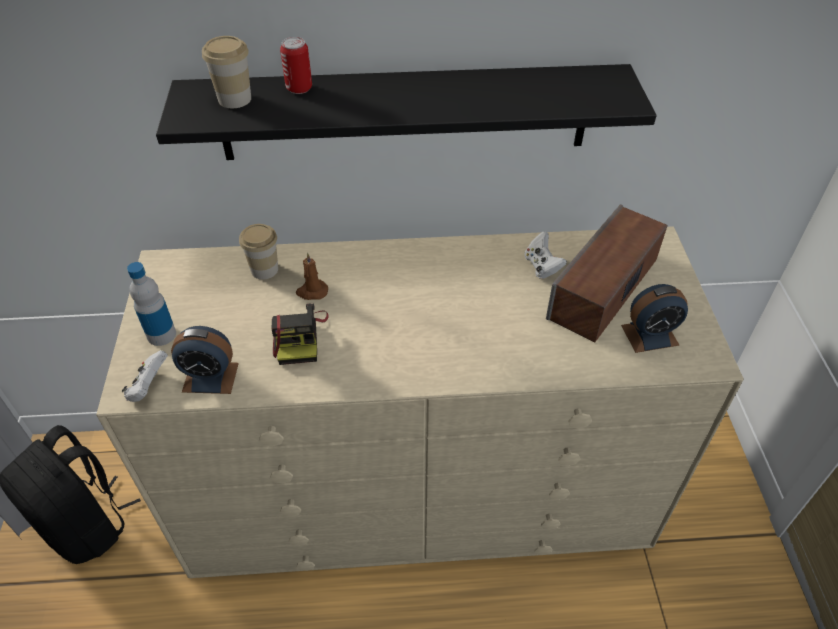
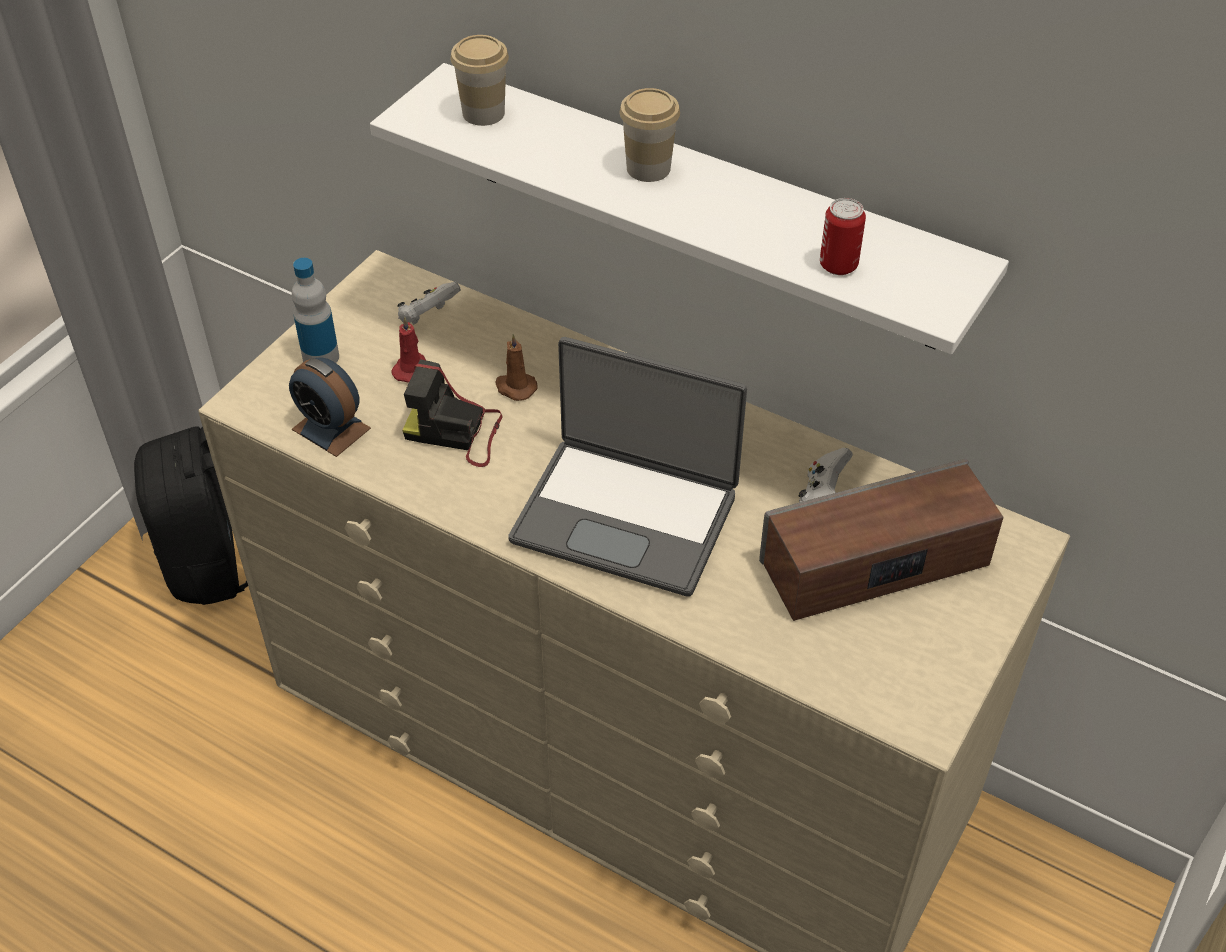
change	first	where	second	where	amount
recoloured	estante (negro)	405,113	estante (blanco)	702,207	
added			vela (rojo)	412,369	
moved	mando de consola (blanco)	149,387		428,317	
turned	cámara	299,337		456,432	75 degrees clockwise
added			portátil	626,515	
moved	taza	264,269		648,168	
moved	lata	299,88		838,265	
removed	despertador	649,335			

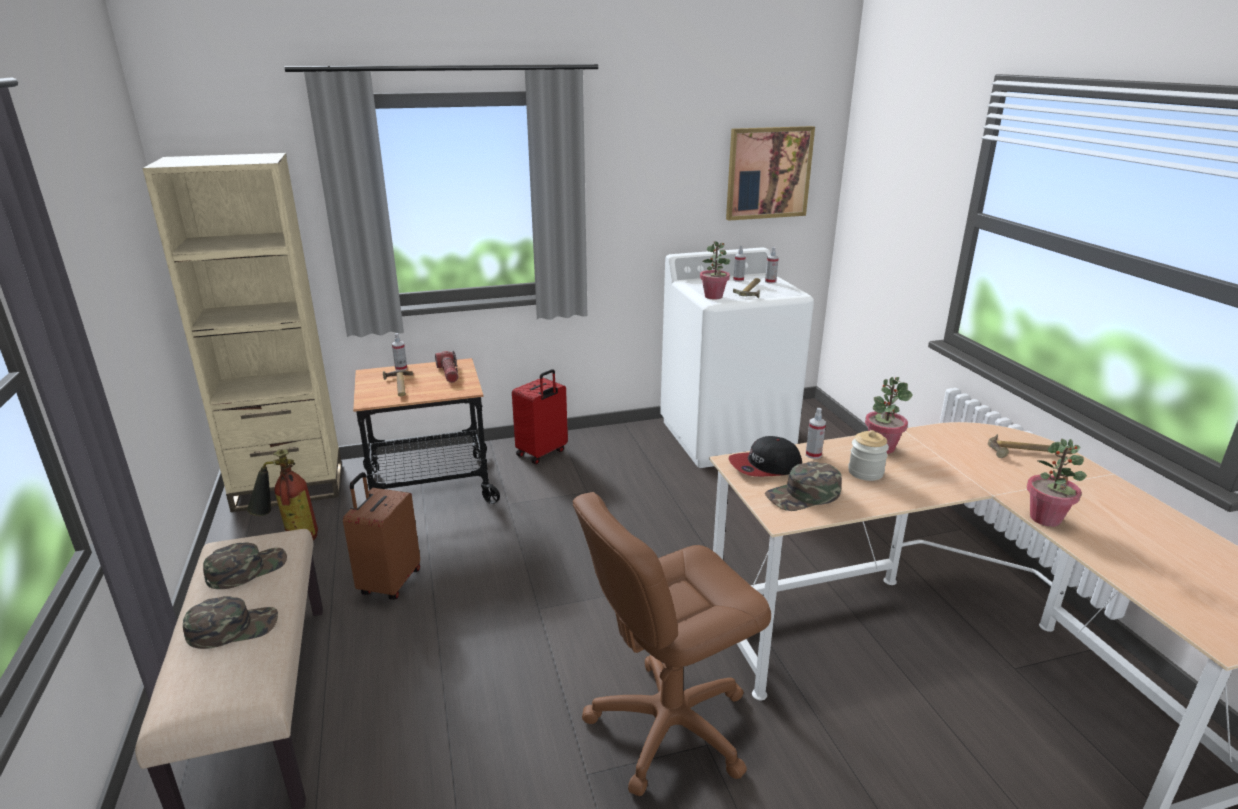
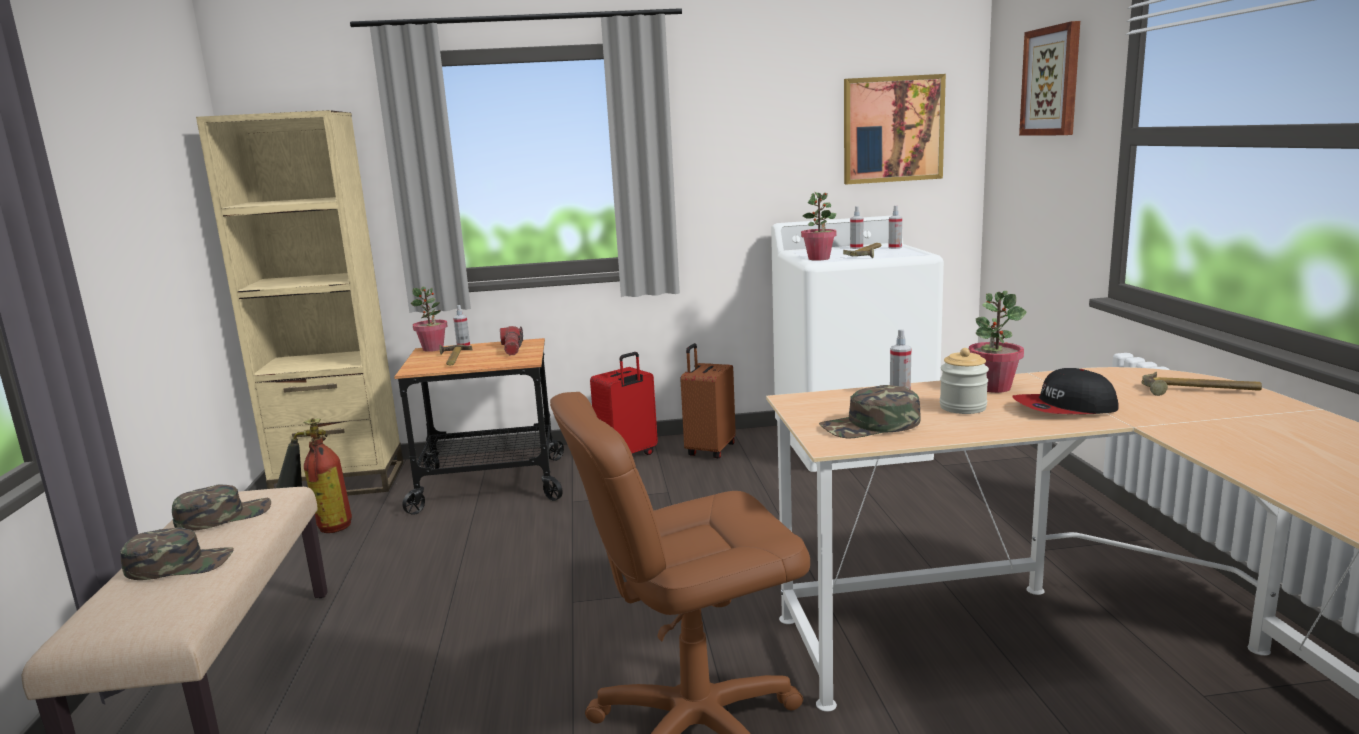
change	first	where	second	where	amount
moved	planta en maceta	1045,518		433,349	
moved	maleta (marrón)	389,583		709,450	
moved	gorra	765,466		1064,408	
added			cuadro	1052,81	

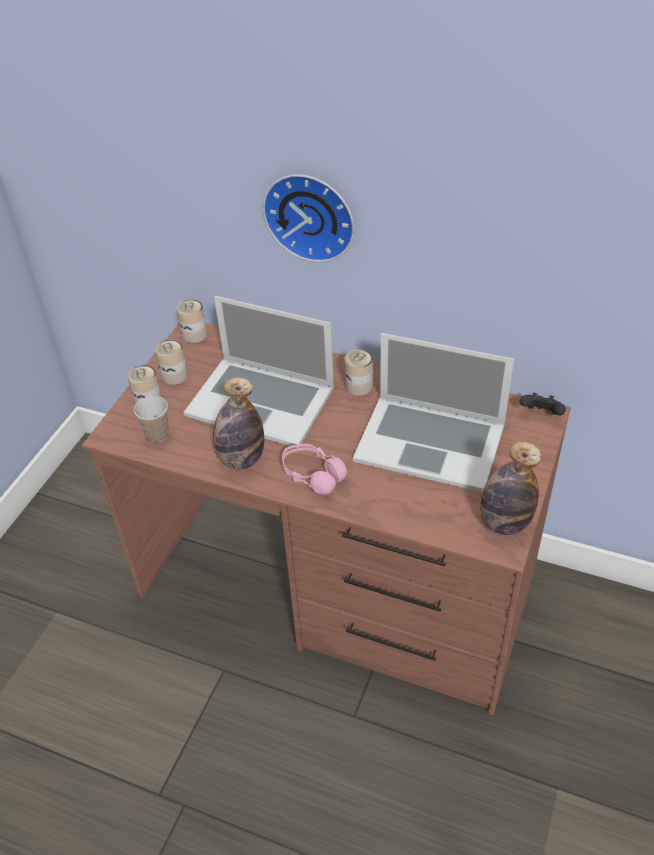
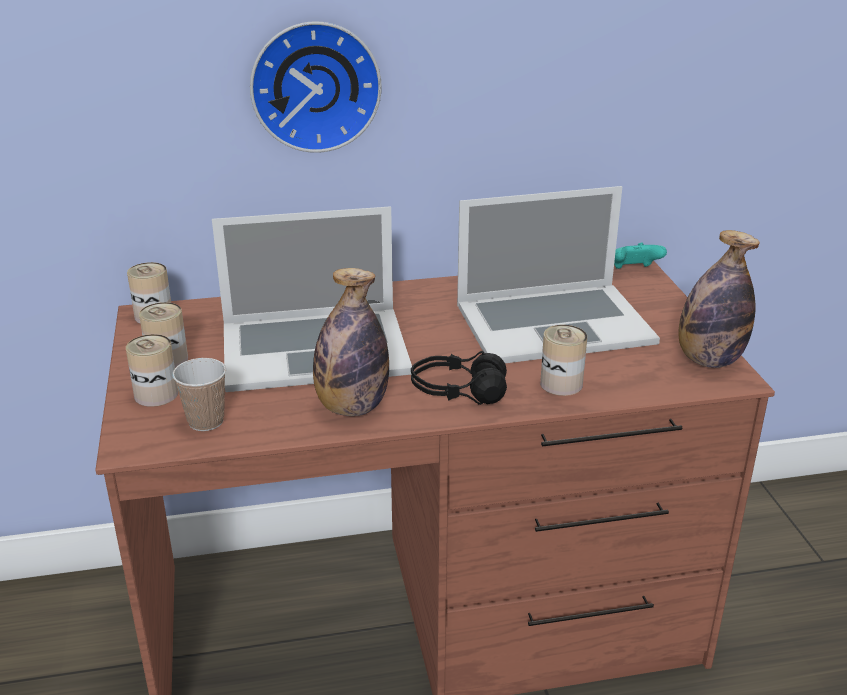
change	first	where	second	where	amount
recoloured	auriculares (rosa)	312,475	auriculares (negro)	458,392	
moved	lata	359,386		561,384	
recoloured	mando de consola (negro)	541,414	mando de consola (turquesa)	634,271	

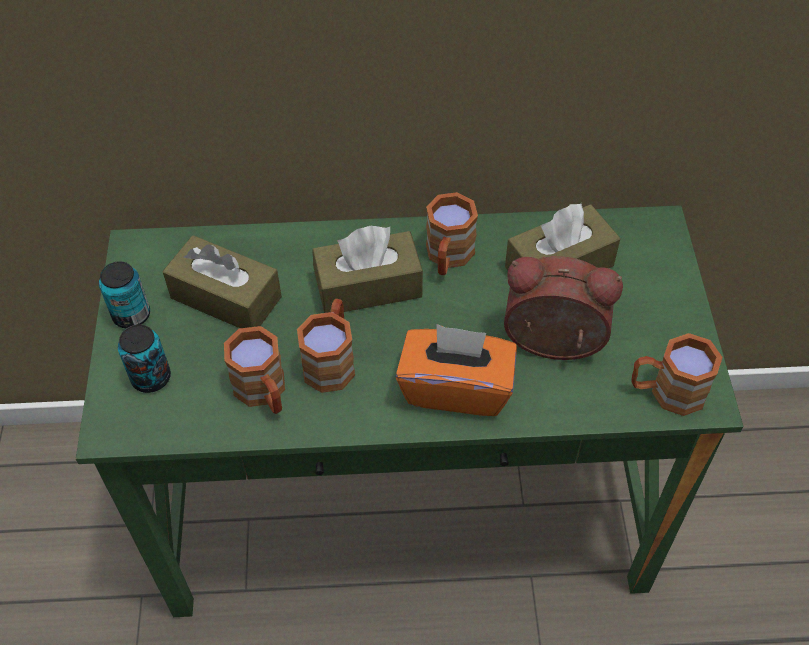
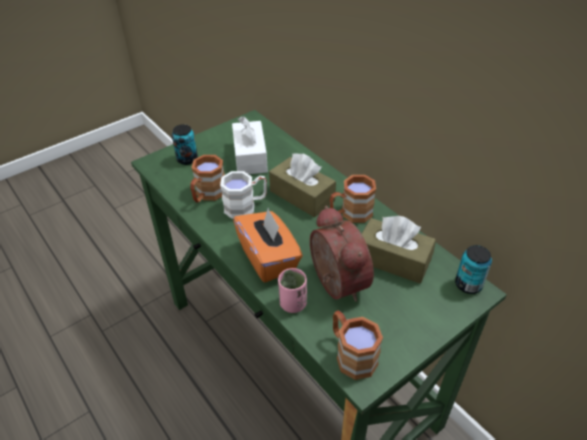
change	first	where	second	where	amount
recoloured	taza grande (marrón)	332,360	taza grande (blanco)	246,206	
recoloured	caja de pañuelos (marrón)	226,297	caja de pañuelos (blanco)	250,157	
added			taza (rosa)	293,304	
moved	lata	131,315		468,284	

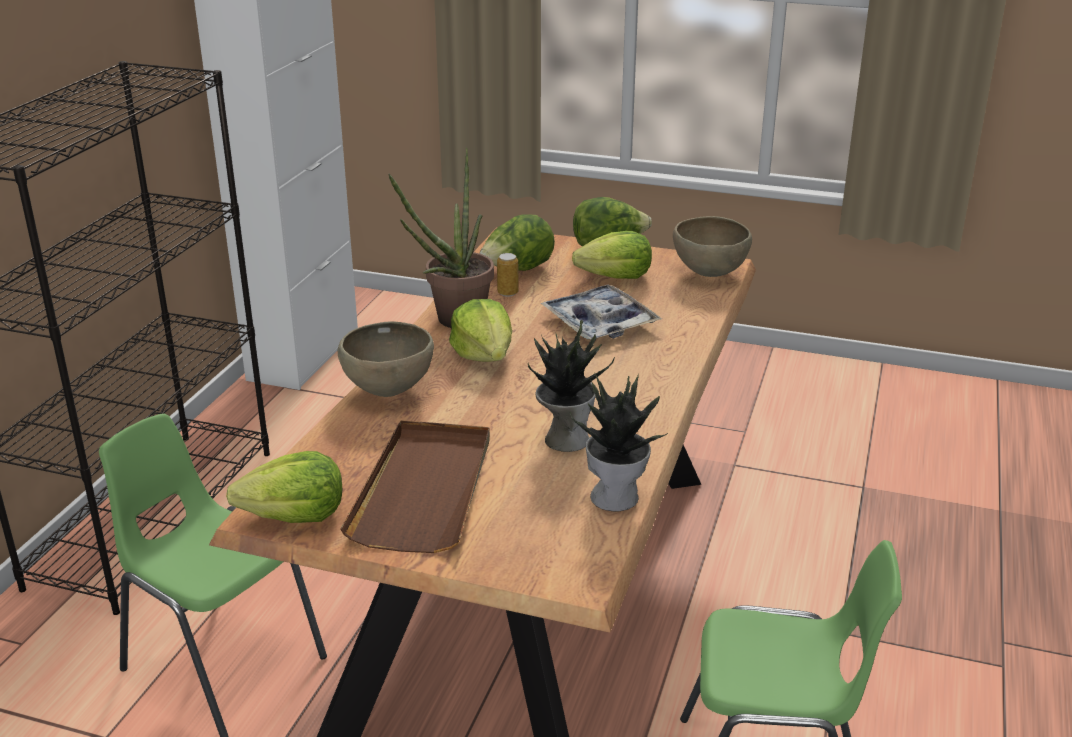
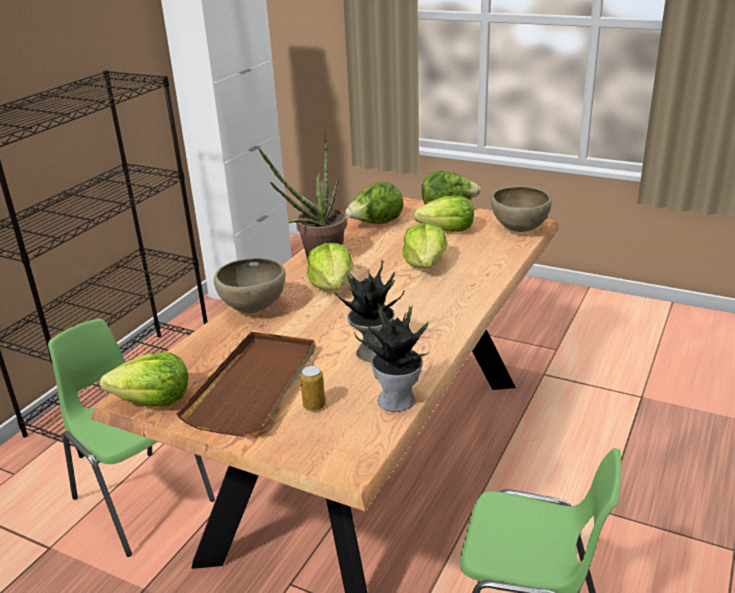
change	first	where	second	where	amount
moved	lata	508,293		314,405	
replaced	bandeja	600,323	lechuga	425,264	

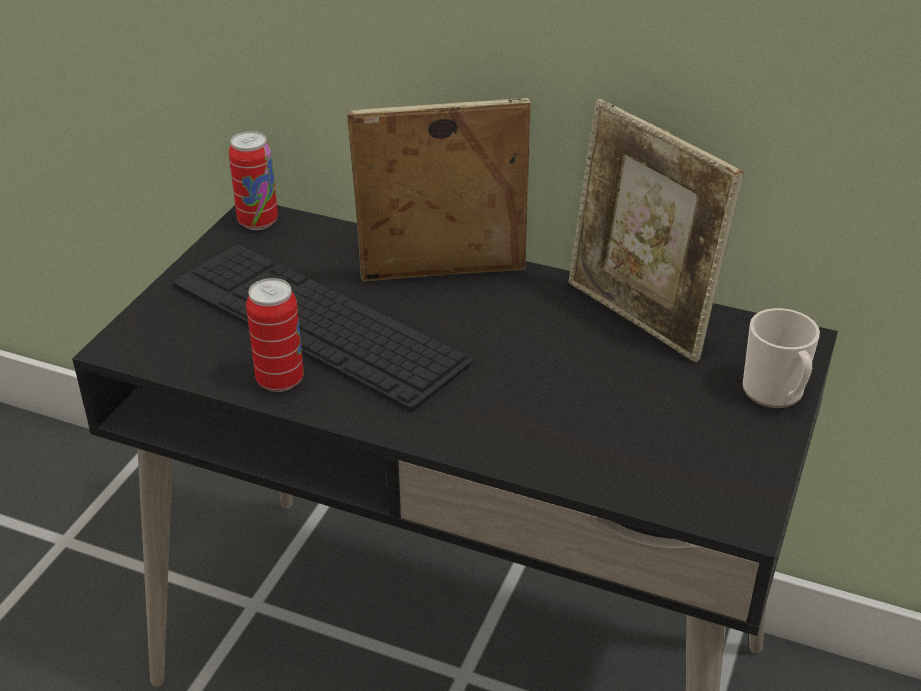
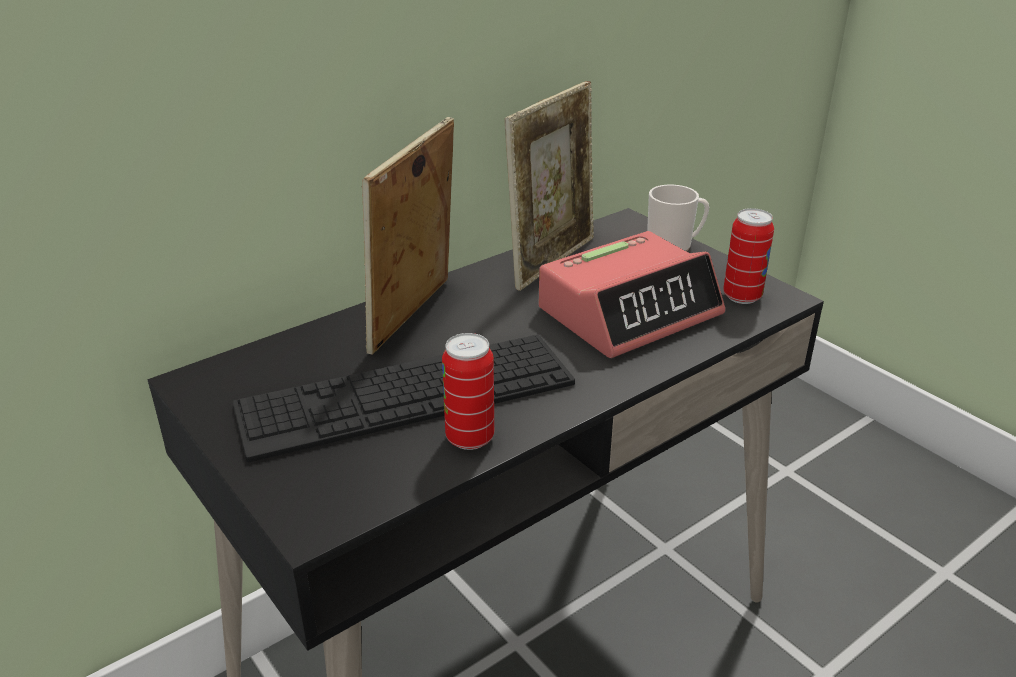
change	first	where	second	where	amount
turned	portarretratos	638,318		551,261	45 degrees counterclockwise
added			despertador	630,311	
moved	lata	258,222		742,296	

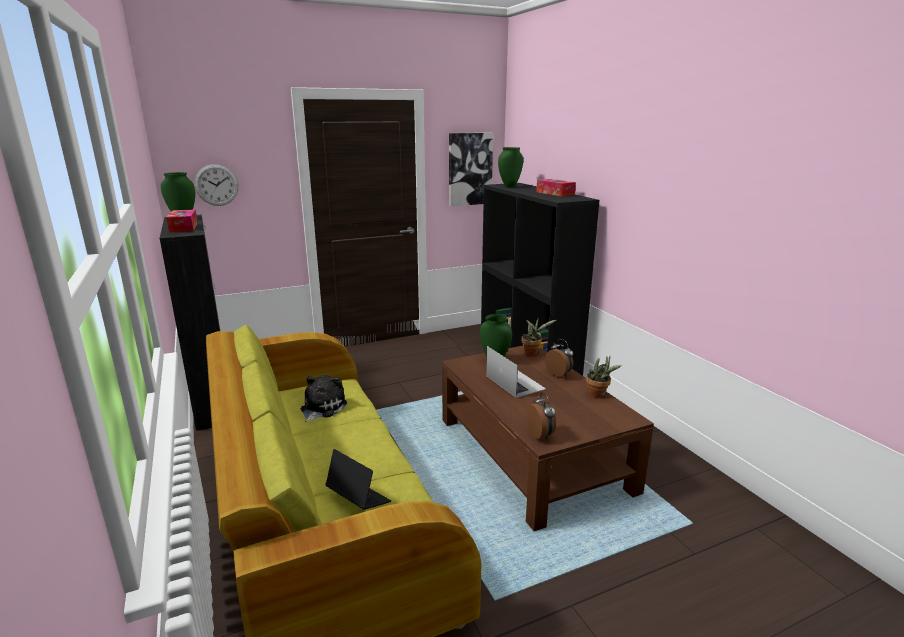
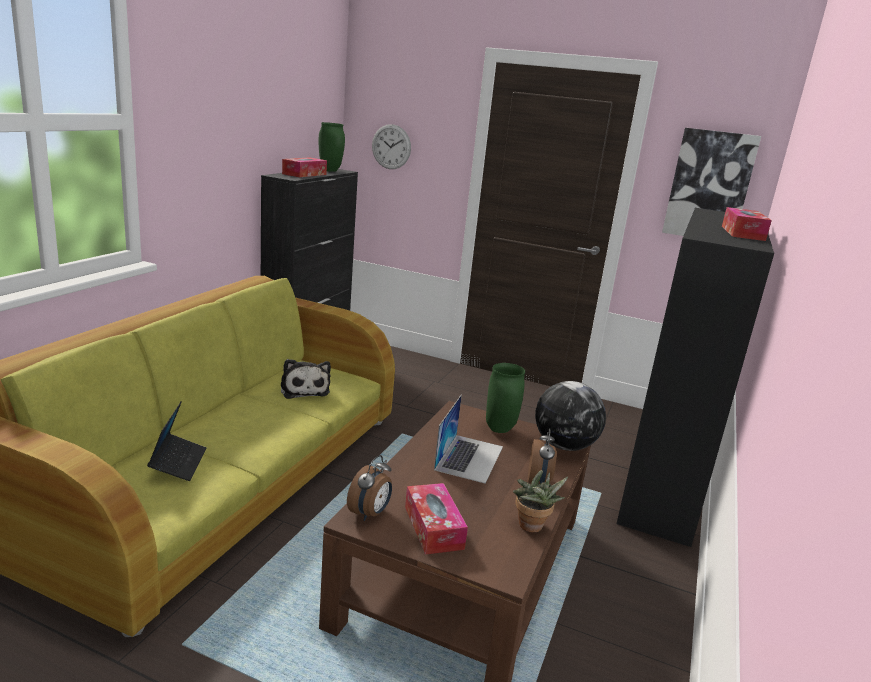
change	first	where	second	where	amount
turned	peluche	321,408		304,389	90 degrees clockwise
added			caja de pañuelos	433,527	
replaced	planta en maceta	532,352	globo terráqueo	564,445	
removed	florero (verde)	509,186			

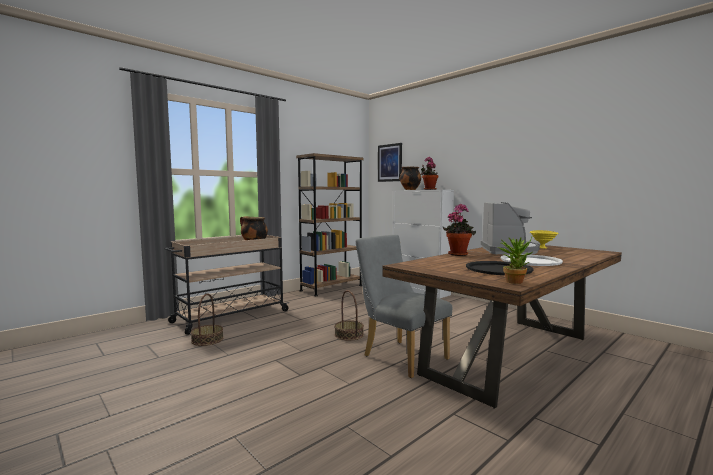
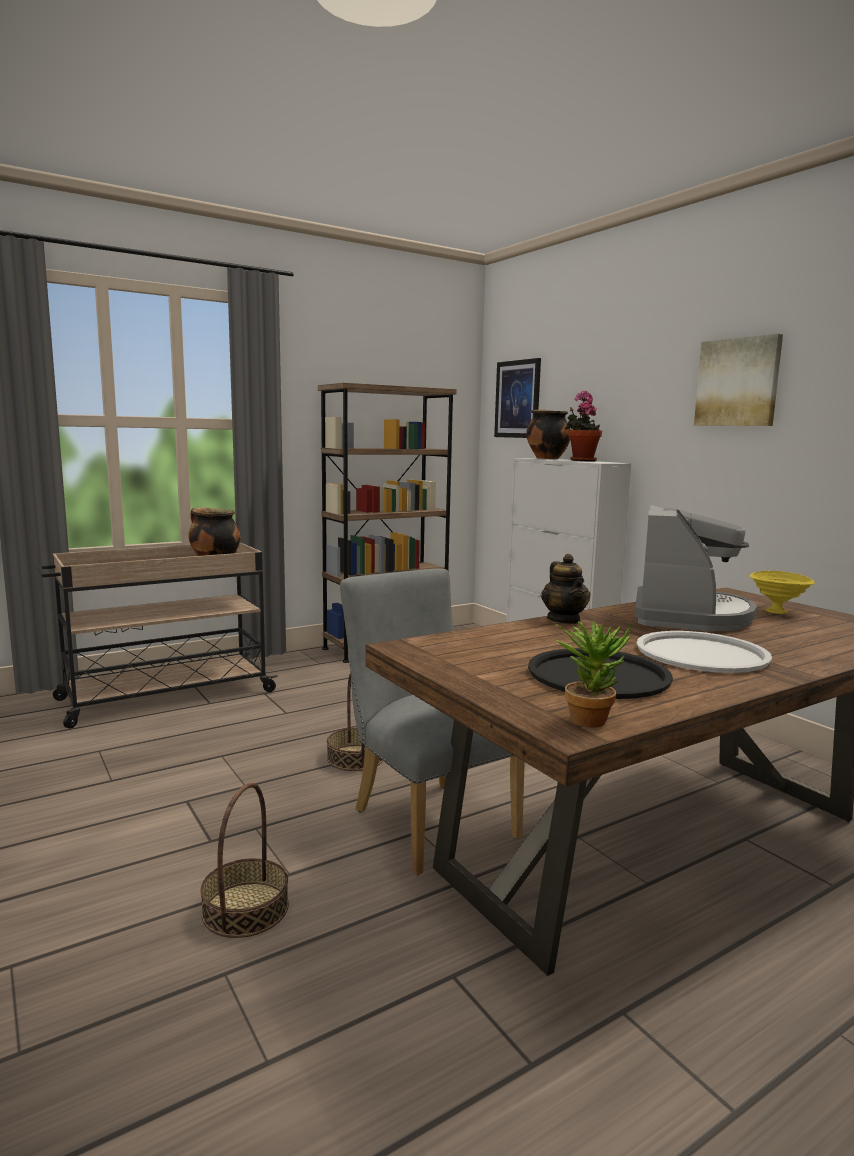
change	first	where	second	where	amount
moved	cesta	207,340		245,909	
replaced	planta en maceta	458,254	tetera	564,620	
added			cuadro	738,382	

